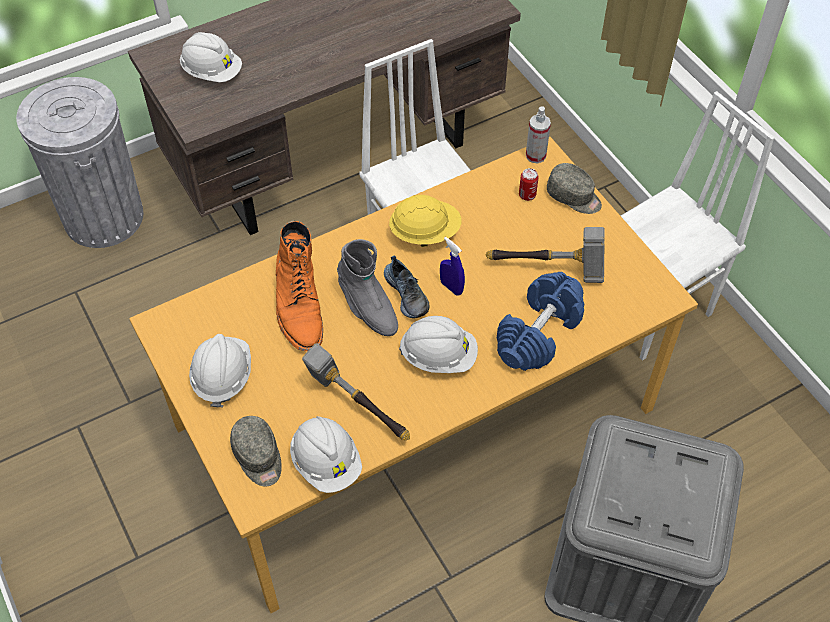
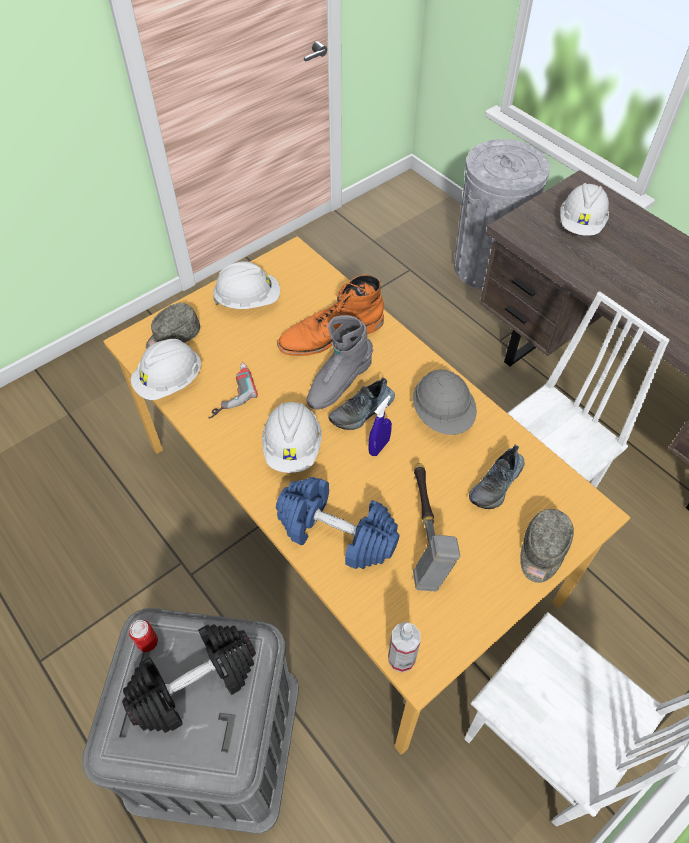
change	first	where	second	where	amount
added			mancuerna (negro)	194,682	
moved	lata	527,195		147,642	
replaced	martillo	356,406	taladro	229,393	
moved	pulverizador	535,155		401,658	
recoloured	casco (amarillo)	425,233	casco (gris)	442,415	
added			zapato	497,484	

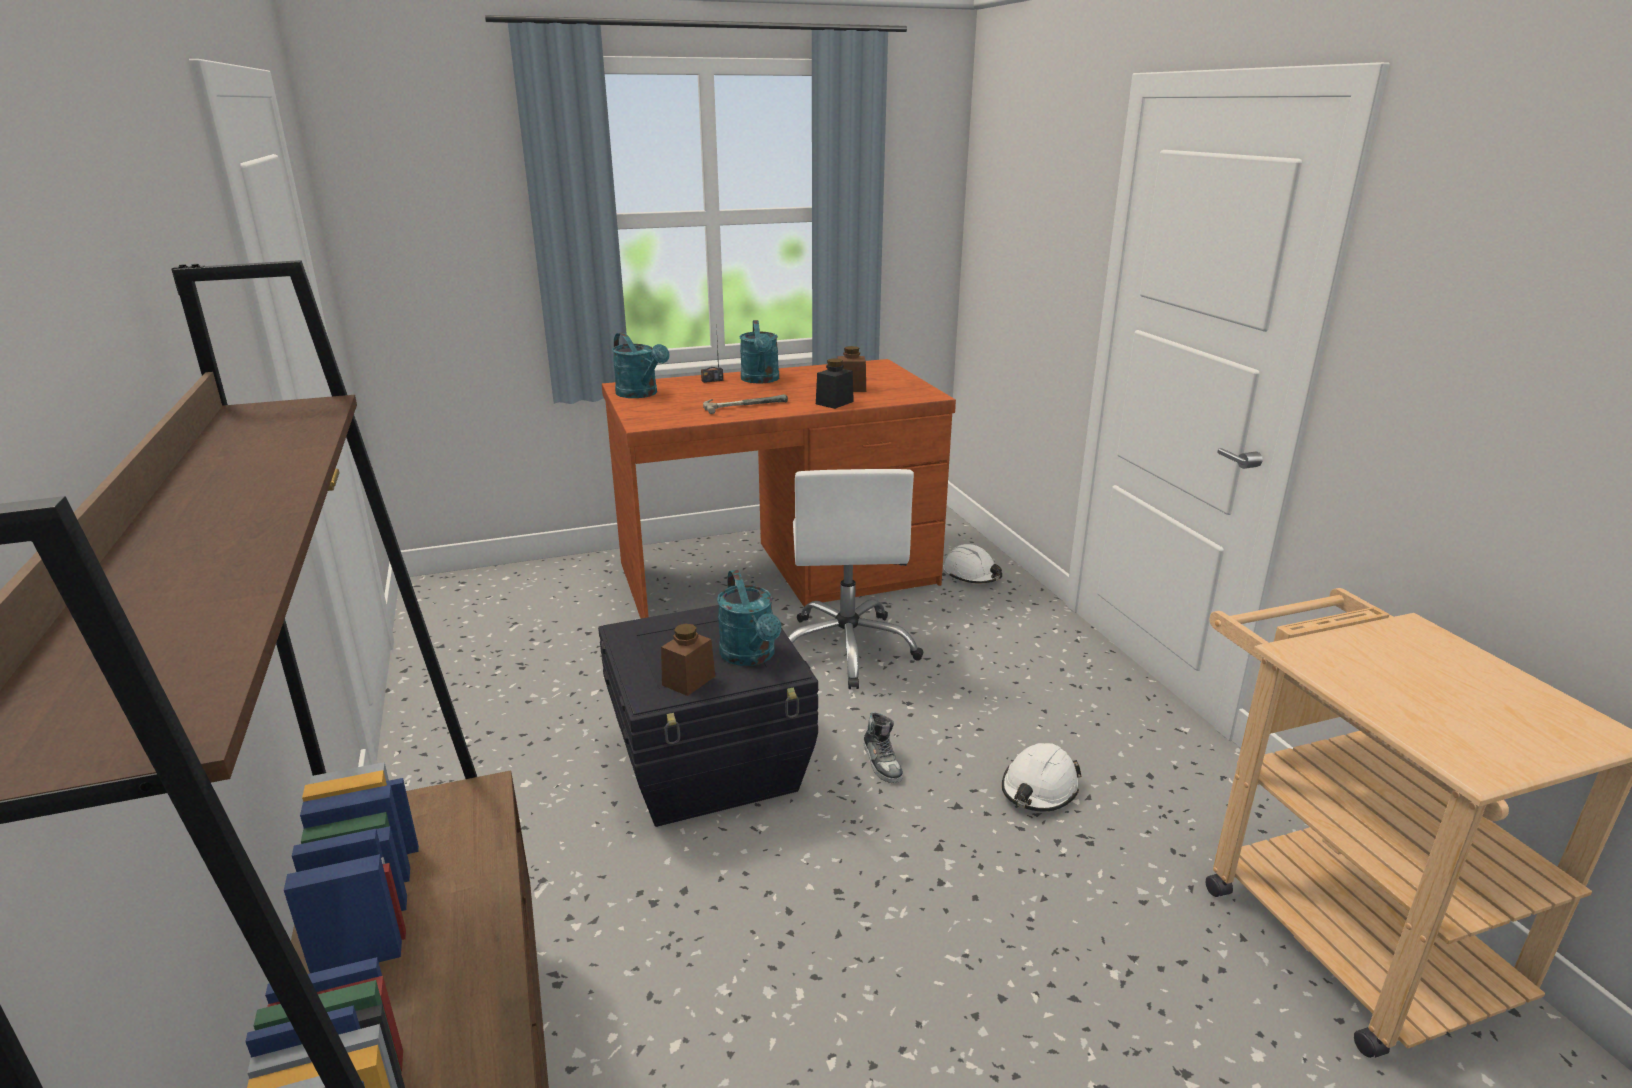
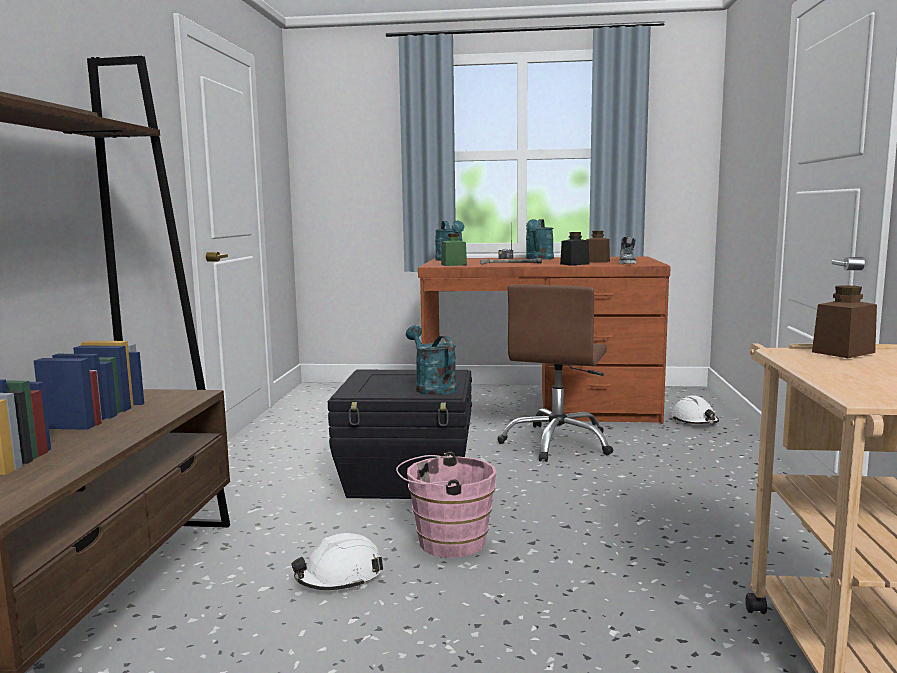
change	first	where	second	where	amount
moved	casco (blanco)	1039,789		340,577	
added			cubo (rosa)	446,542	
turned	regadera (turquesa)	751,656		432,387	150 degrees clockwise
added			tarro (verde)	454,265	
recoloured	silla de oficina (blanco)	847,648	silla de oficina (marrón)	557,443	
moved	zapato	882,762		627,263	
moved	tarro (marrón)	688,680		843,352	

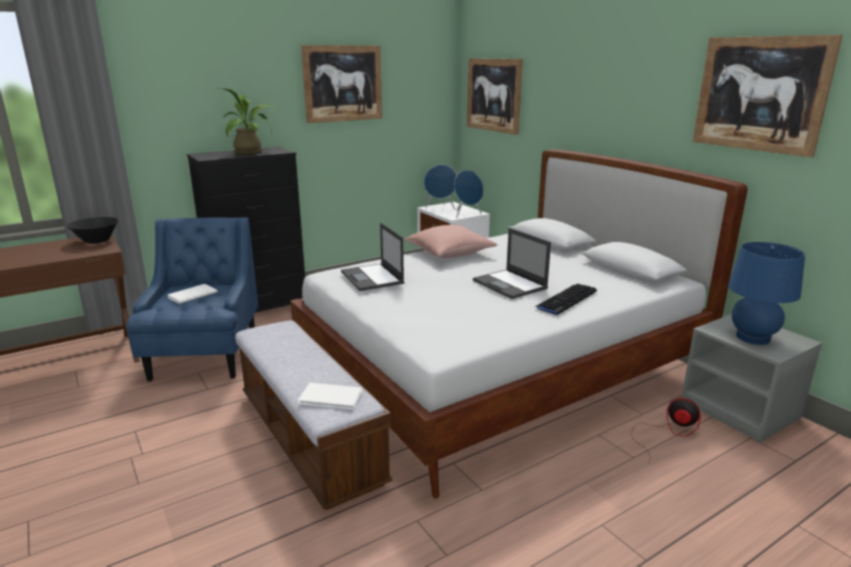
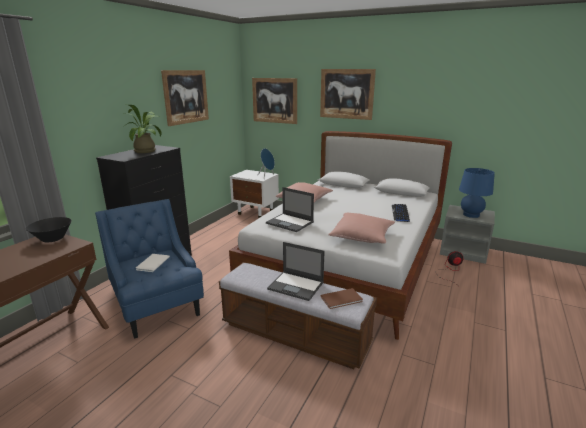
change	first	where	second	where	amount
moved	portátil	510,284		296,286	
moved	cuadro	760,94		346,94	
recoloured	libro (blanco)	332,398	libro (marrón)	342,299	
added			cojín (rosa)	362,236	
removed	altavoz (azul)	440,207			

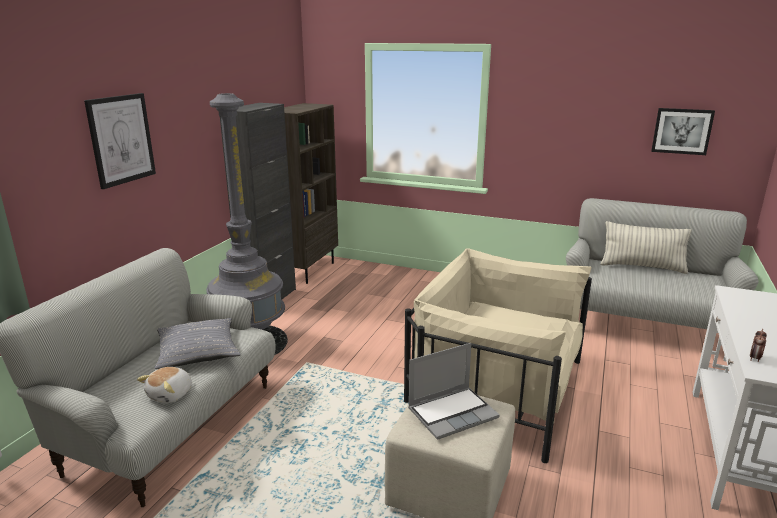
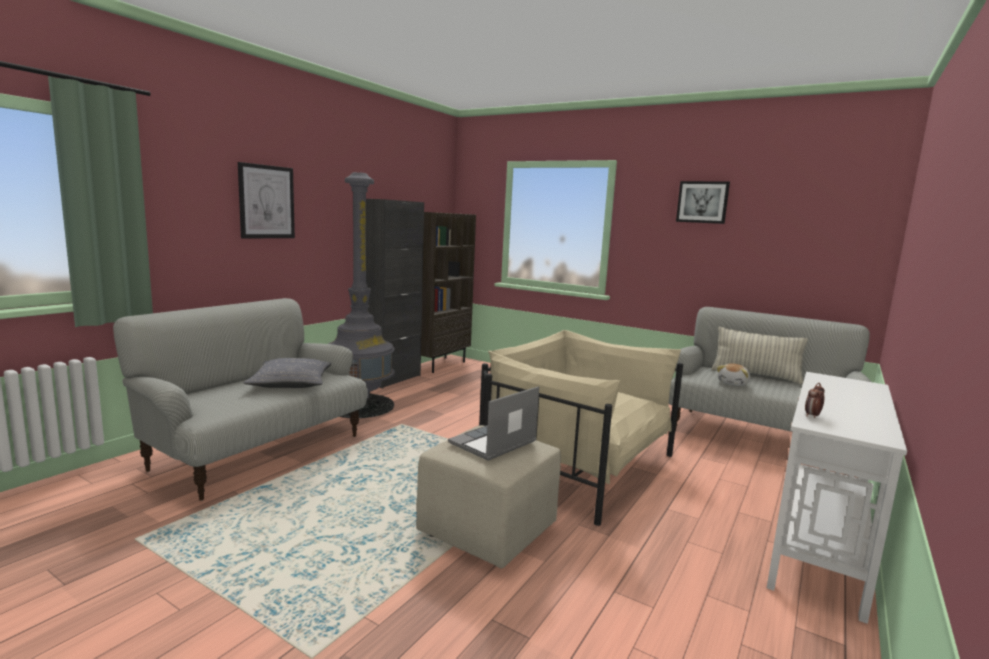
change	first	where	second	where	amount
turned	portátil	453,413		493,443	150 degrees clockwise
moved	cuadro	682,131		702,202	
moved	peluche	171,394		733,383	

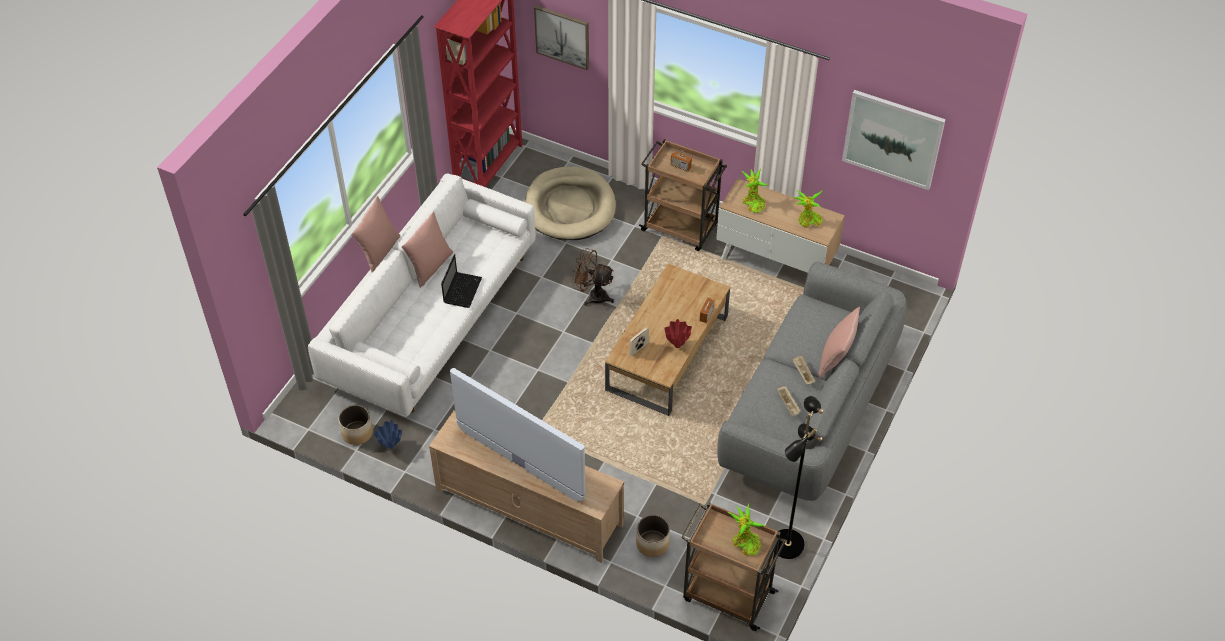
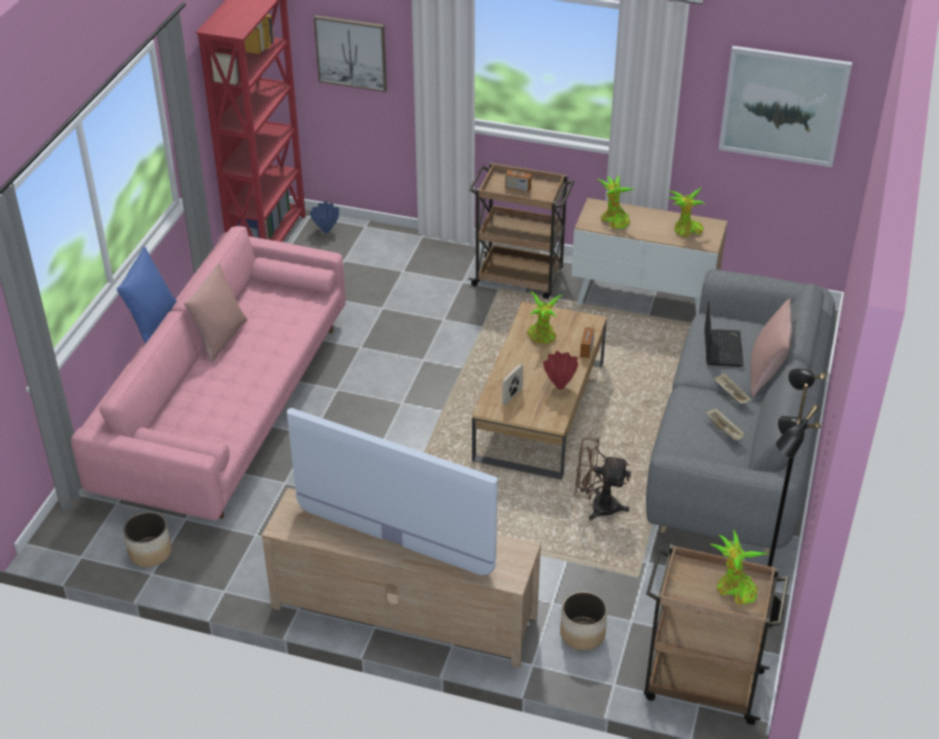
change	first	where	second	where	amount
recoloured	sofá (blanco)	431,317	sofá (rosa)	227,407	
recoloured	cojín (rosa)	379,253	cojín (azul)	152,323	
moved	florero (azul)	390,446		326,232	
added			planta en maceta	542,337	
moved	ventilador (marrón)	592,295		596,506	
moved	portátil	462,289		722,348	
removed	cama para perro (beis)	570,207			

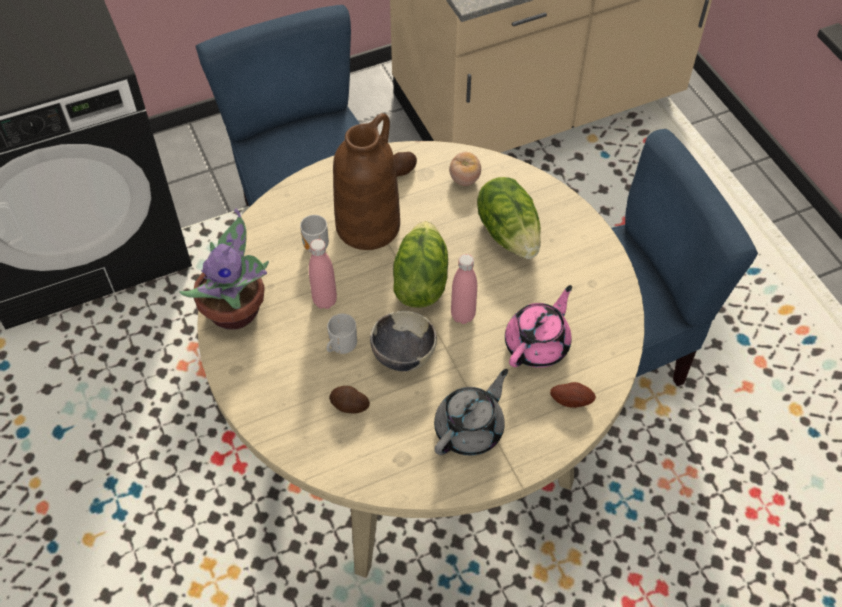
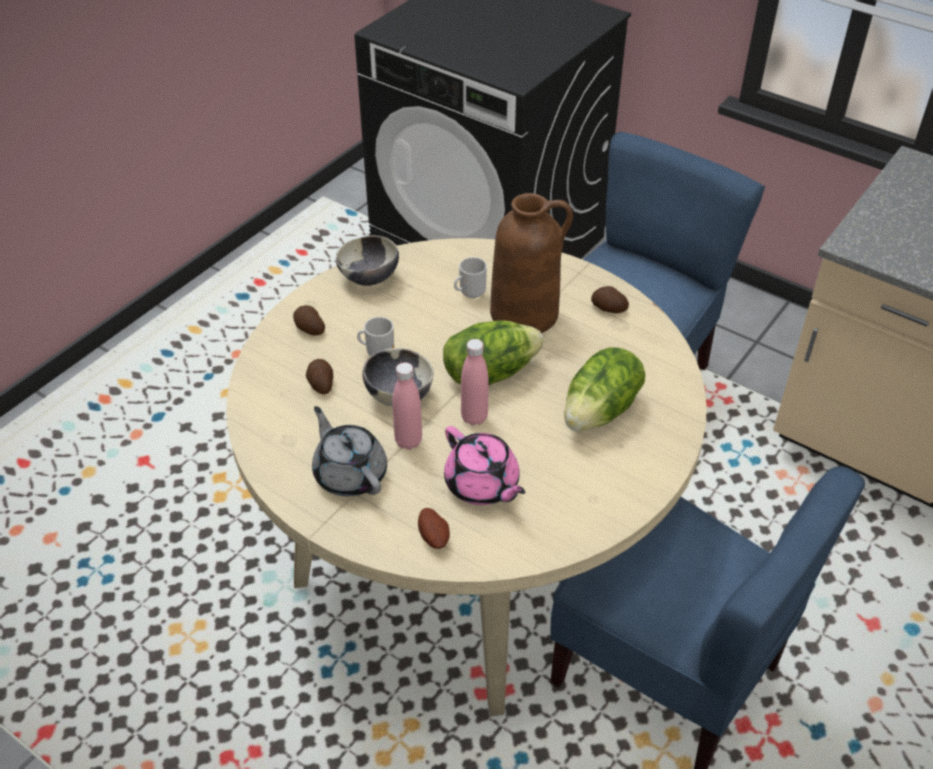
change	first	where	second	where	amount
added			patata	309,329	
turned	tetera (gris)	470,429		350,473	135 degrees counterclockwise
replaced	planta en maceta	237,311	cuenco	369,278	
moved	botella (rosa)	325,301		408,441	
turned	tetera (rosa)	538,344		482,485	45 degrees clockwise
removed	tomate	464,179			

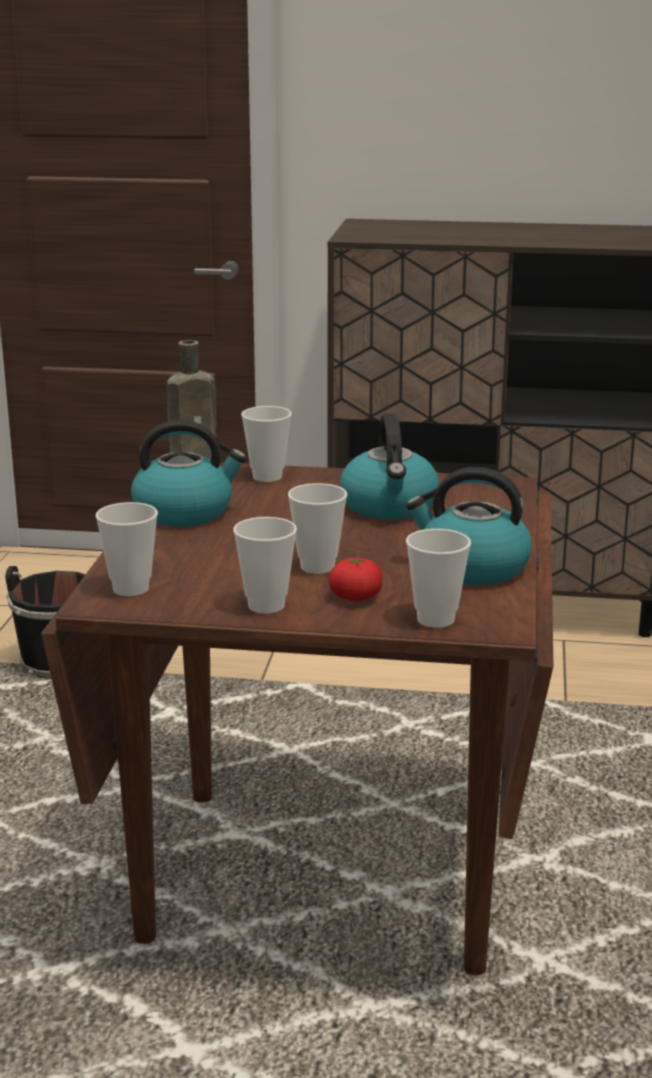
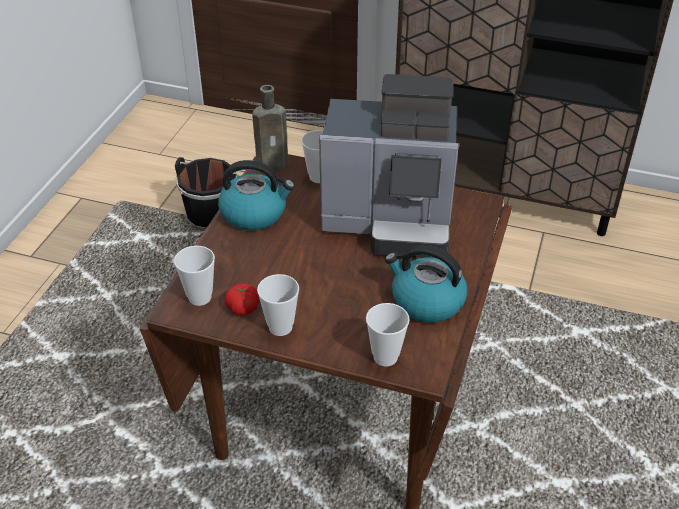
change	first	where	second	where	amount
moved	tomate	355,597		243,308	
replaced	hervidor	390,507	cafetera	391,222	
removed	taza	317,566			

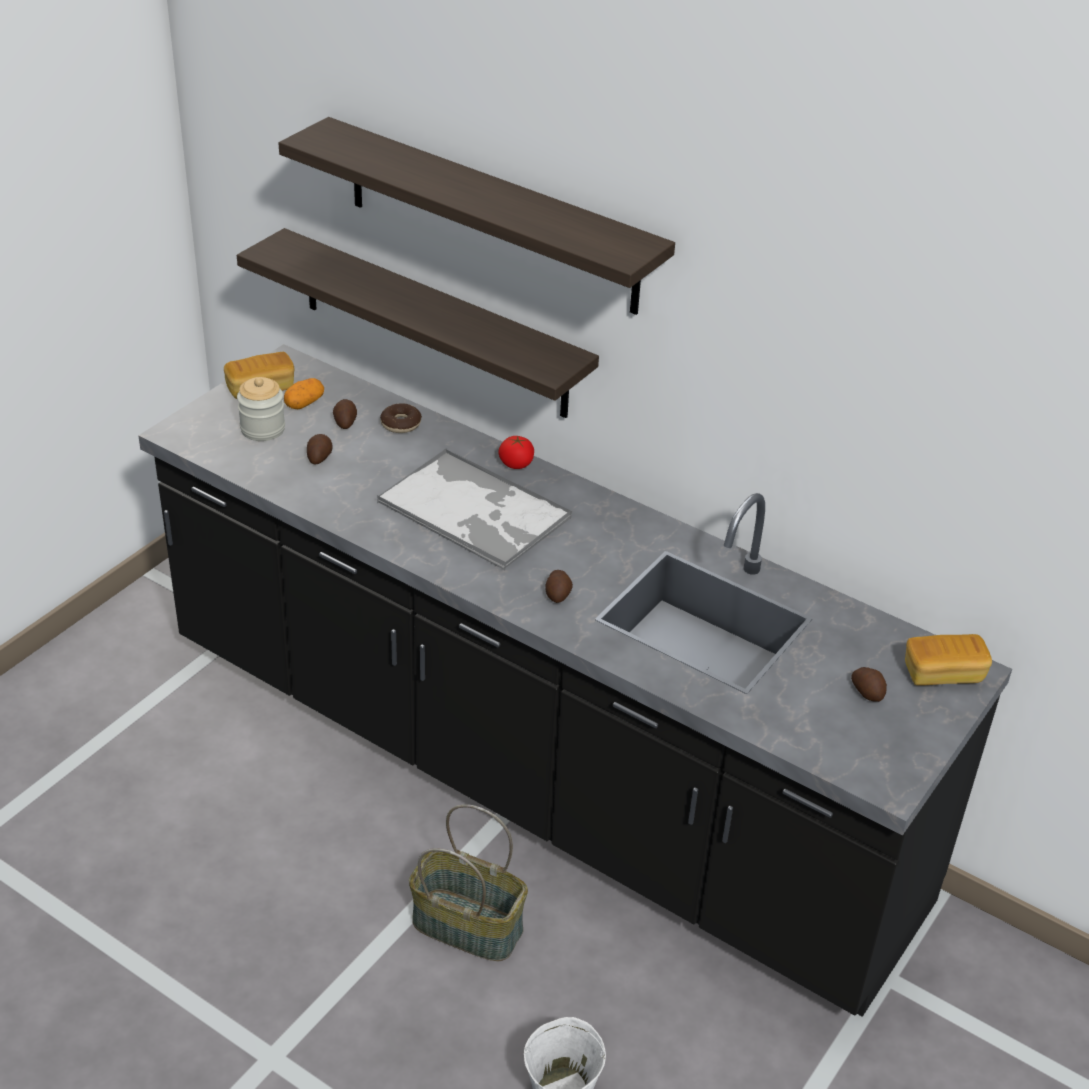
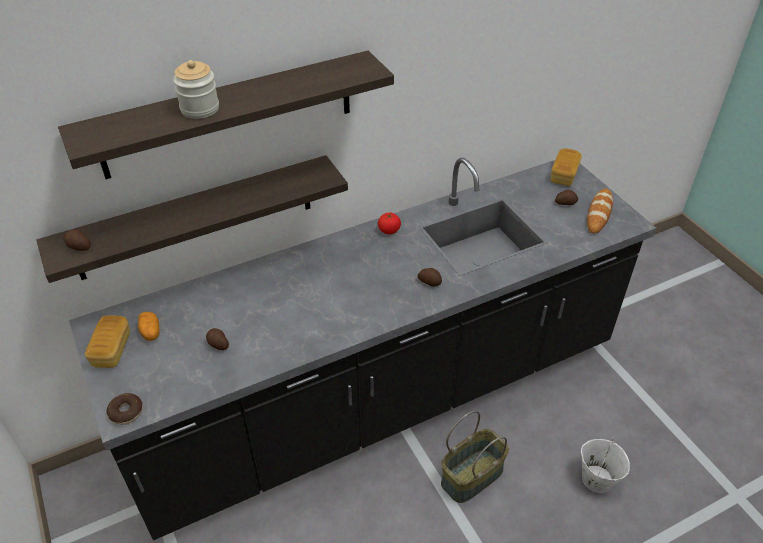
change	first	where	second	where	amount
moved	patata	345,422		78,247	
moved	rosquilla	401,424		126,412	
moved	tarro	262,429		200,109	
moved	tomate	516,464		389,230	
added			pan	599,213	
removed	bandeja	475,511			

